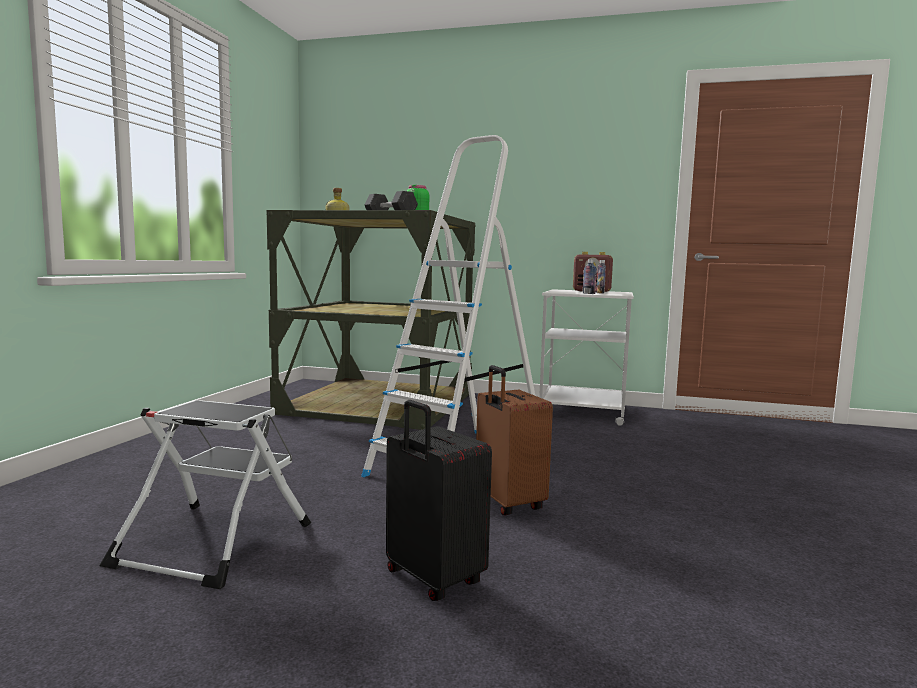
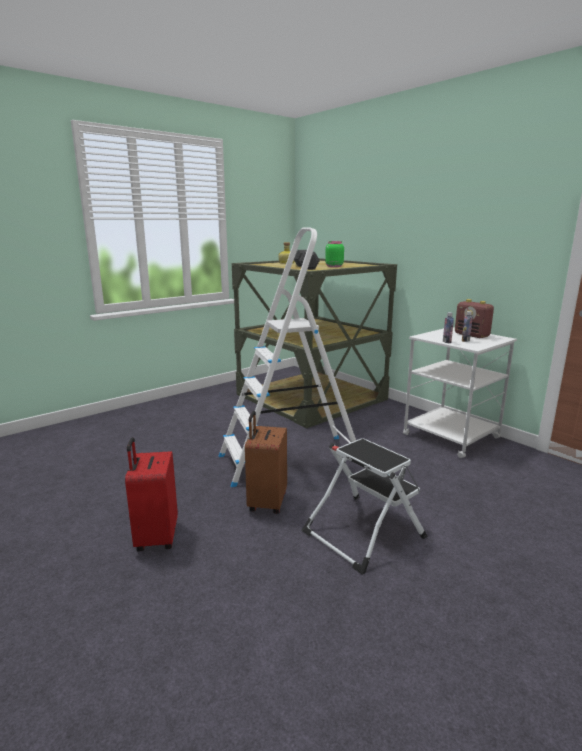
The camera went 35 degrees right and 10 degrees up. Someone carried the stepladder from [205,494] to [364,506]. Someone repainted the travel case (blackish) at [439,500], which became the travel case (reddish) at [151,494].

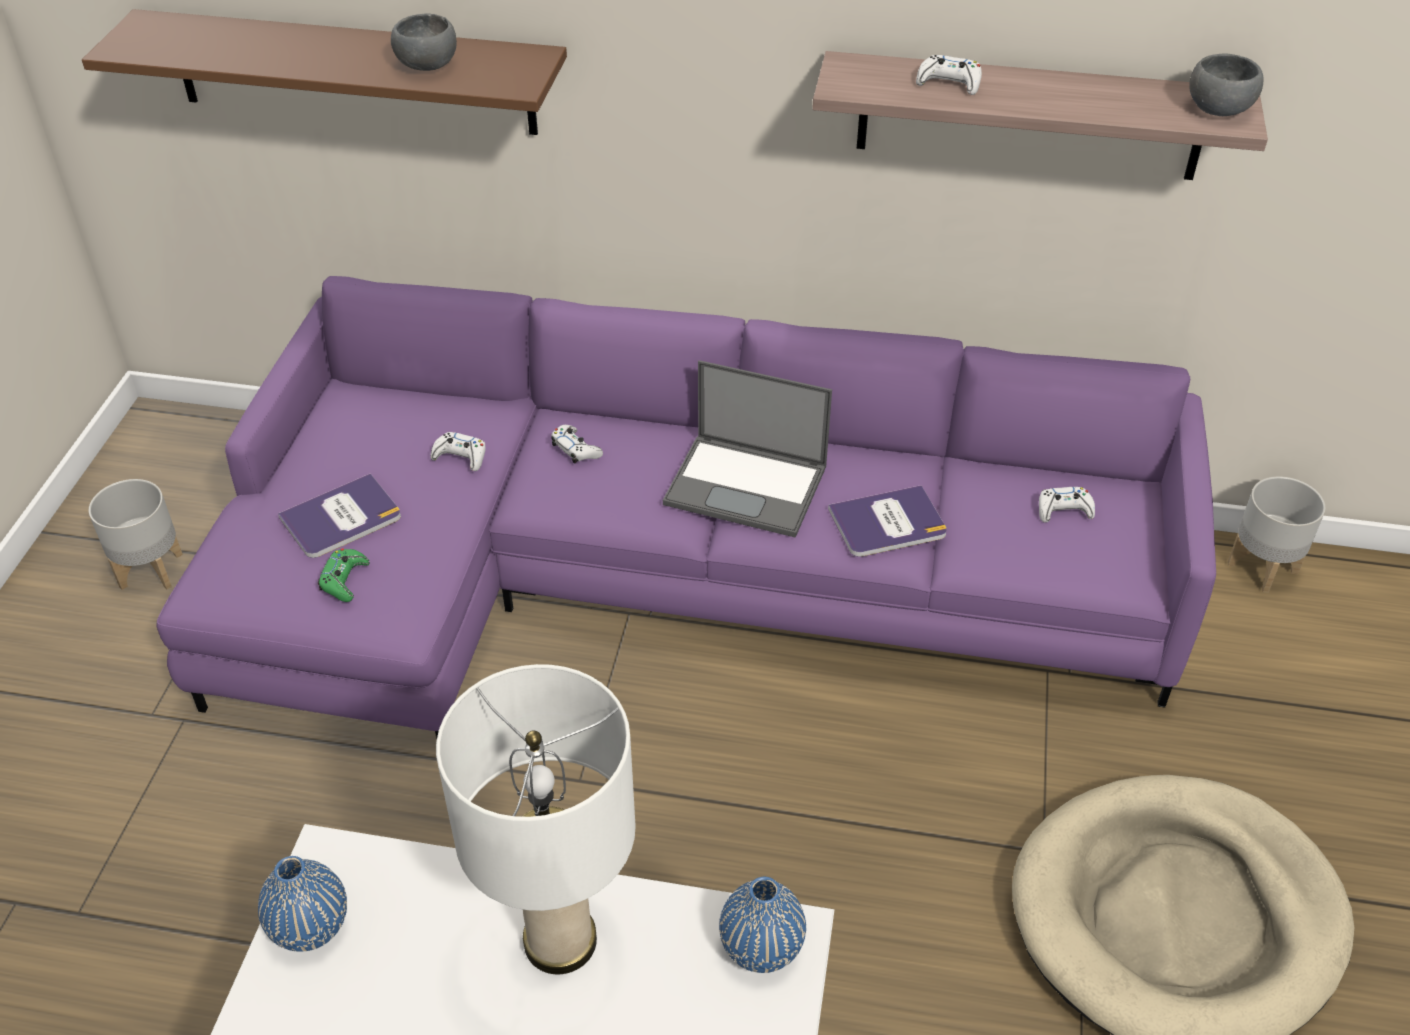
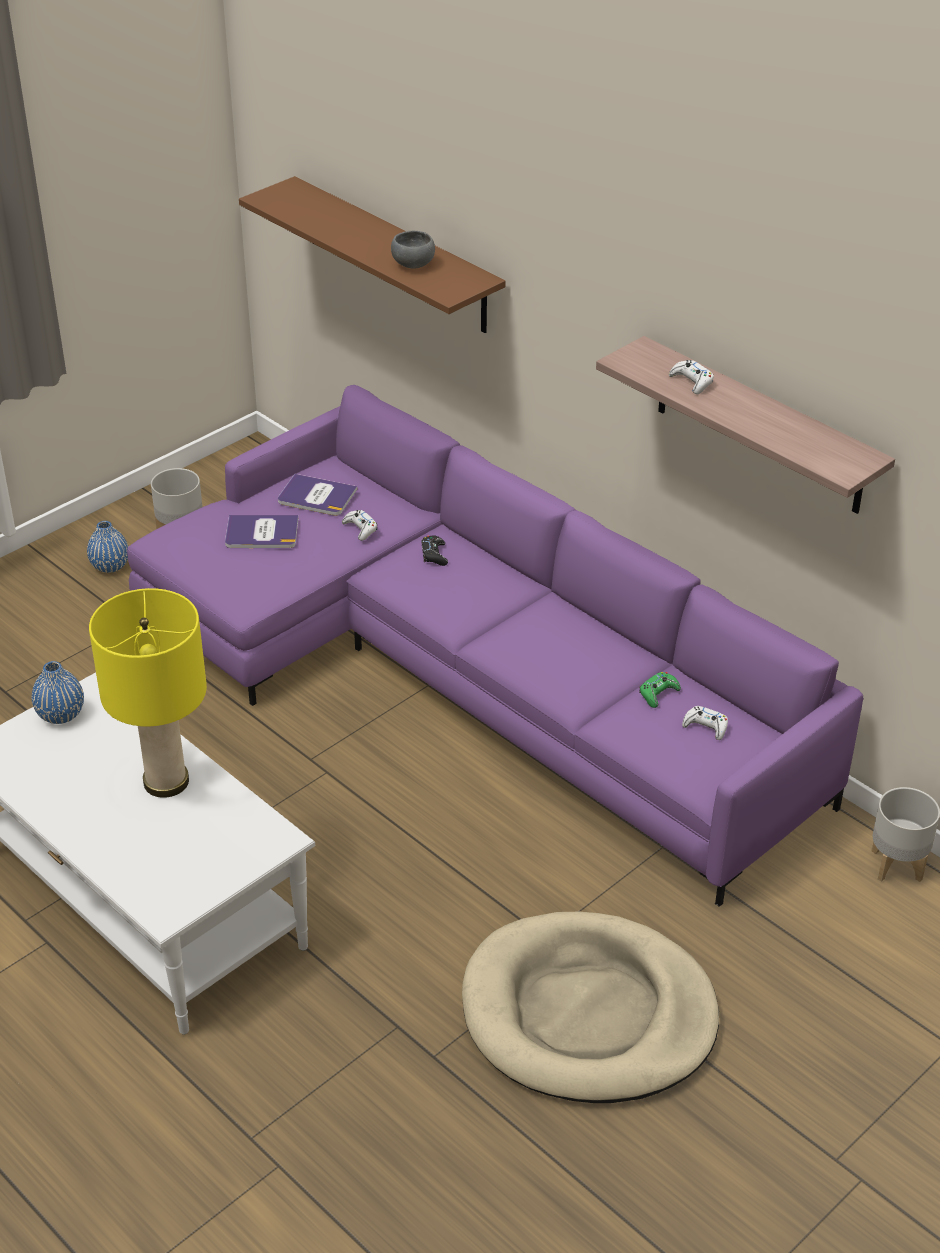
The camera went 35 degrees right and 5 degrees down. Someone carried the game controller (greenish) from [344,575] to [660,690]. Someone repainted the table lamp (white) at [536,819], which became the table lamp (yellowish) at [148,693]. Someone repainted the game controller (white) at [577,444], which became the game controller (blackish) at [434,550]. Someone took away the laptop at [747,449]. Someone carried the vase (blue-coloured) from [762,925] to [107,547]. Someone carried the bound book from [887,521] to [317,495]. Someone took away the serving bowl (gray) at [1226,85].

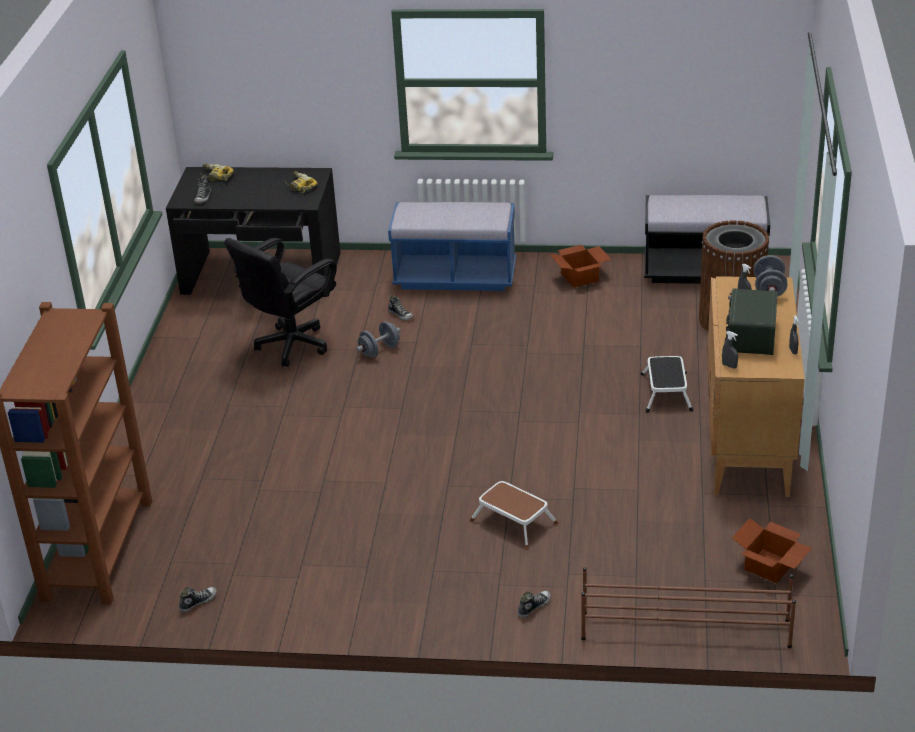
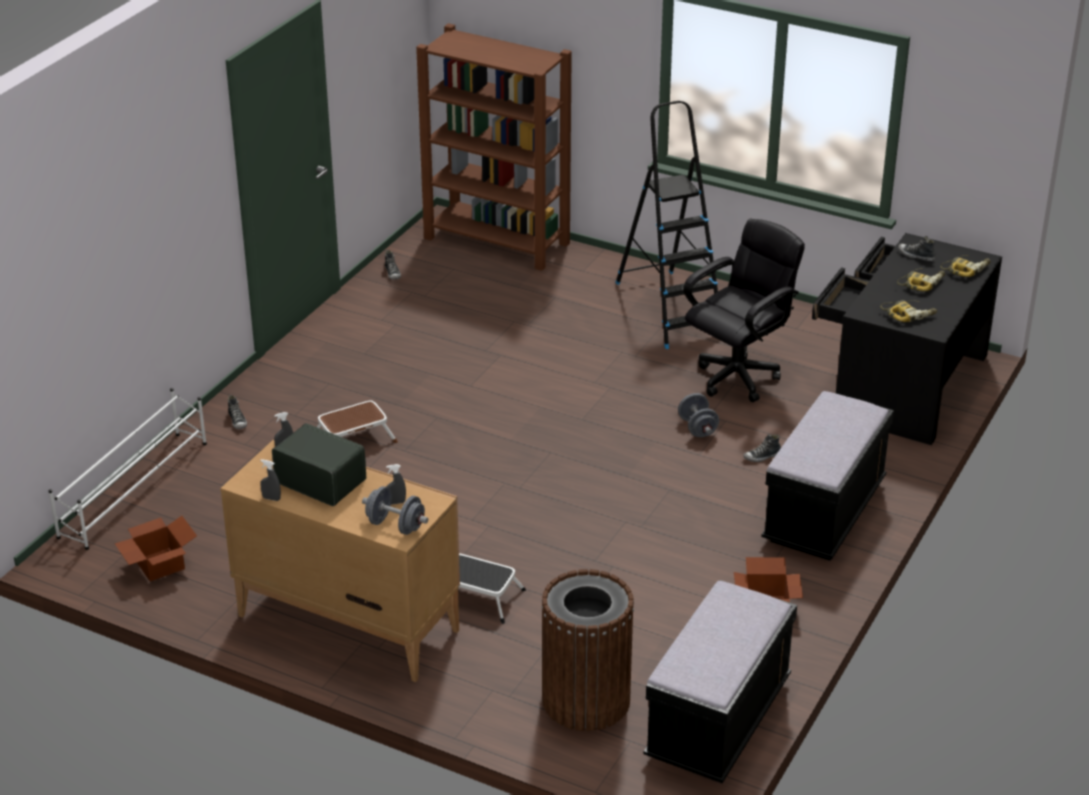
The camera went 110 degrees right and 0 degrees up. Someone rotated the computer chair (blackish) at [280,302] by 75 degrees clockwise. Someone repainted the long seat (blue-coloured) at [452,246], which became the long seat (blackish) at [827,476]. Someone repainted the shoe shelf (brown-coloured) at [688,607], which became the shoe shelf (white) at [127,469]. Someone put down the stepladder (blackish) at [667,225]. Someone put down the power drill at [921,279].

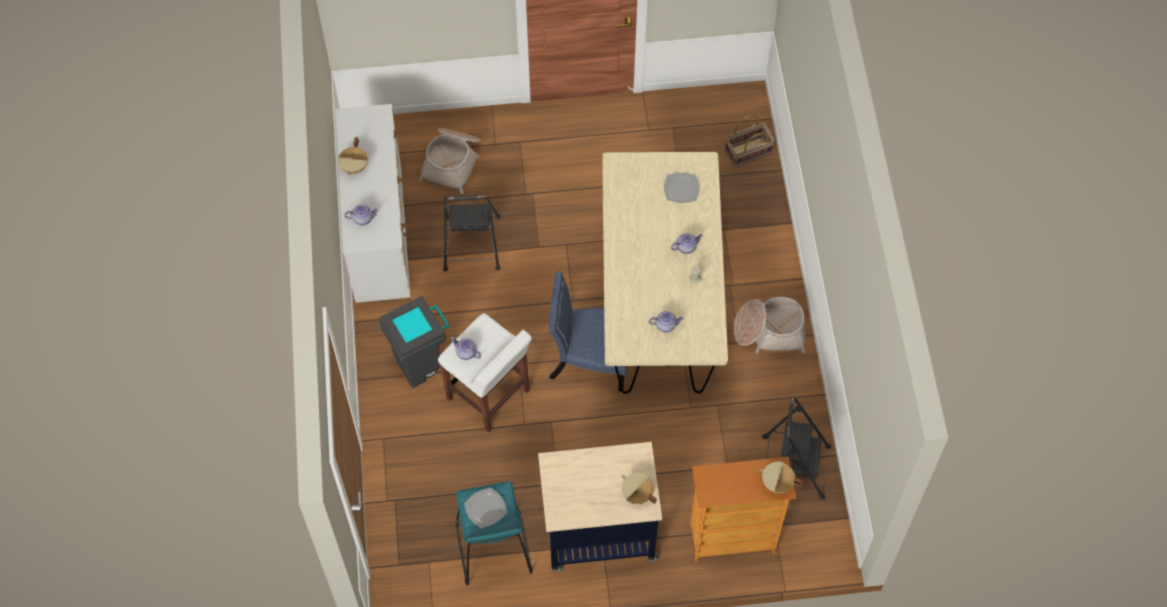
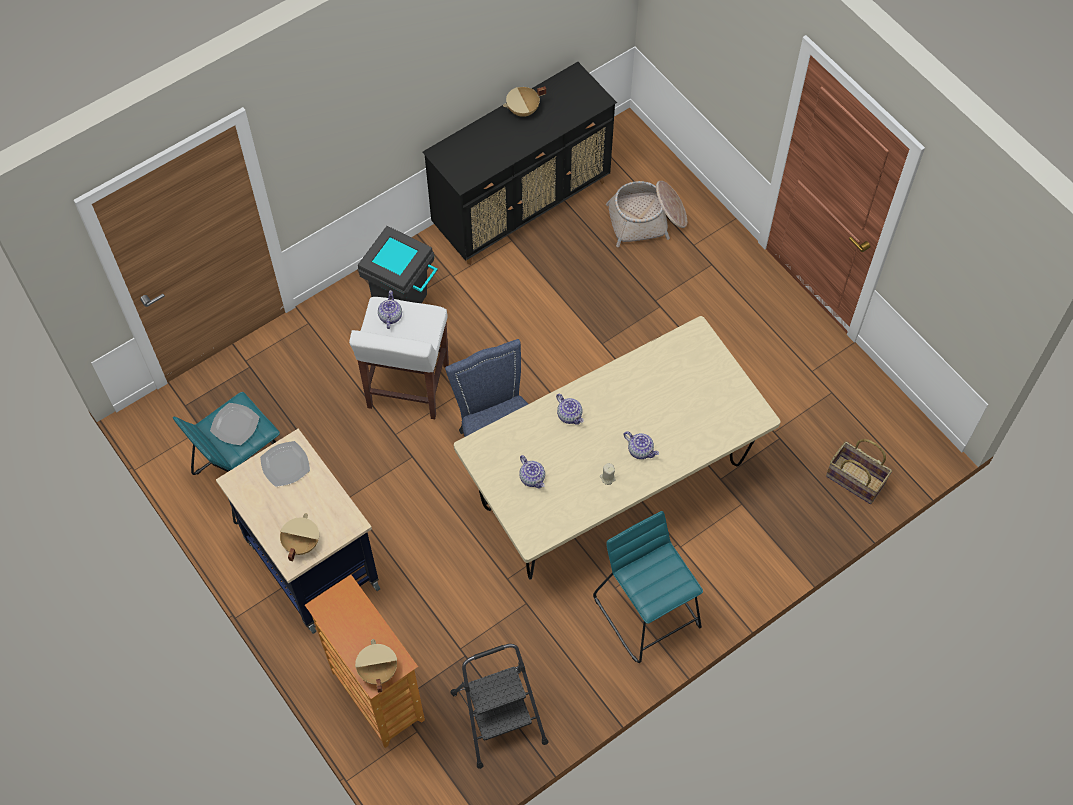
The camera went 60 degrees right and 0 degrees up. Someone repainted the cabinet (white) at [372,204], which became the cabinet (blackish) at [520,163]. Someone carried the teapot from [361,214] to [570,409]. Someone took away the stepladder (blackish) at [471,233]. Someone carried the flat dish from [682,188] to [285,464]. Someone swapped the household basket at [769,325] for the stool (turquoise) at [648,587].

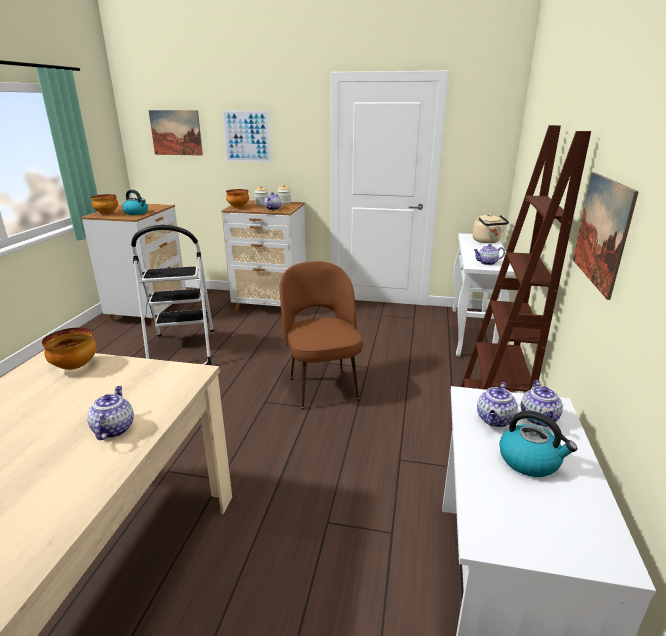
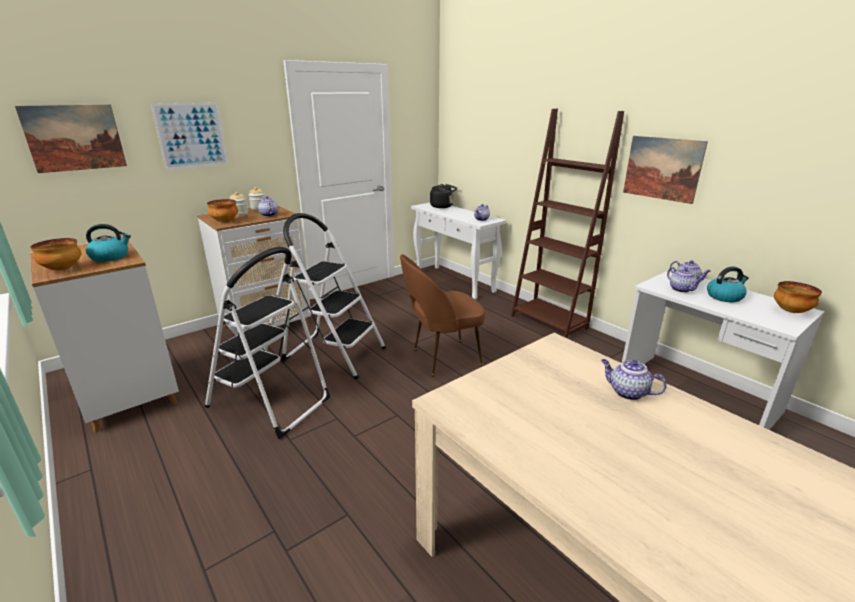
The camera went 50 degrees left and 0 degrees up. Someone carried the serving bowl from [69,348] to [798,297]. Someone rotated the plain chair (brown-coloured) at [321,335] by 45 degrees counterclockwise. Someone repainted the water kettle (sand-coloured) at [490,228], which became the water kettle (blackish) at [443,196]. Someone put down the stepladder at [333,296].

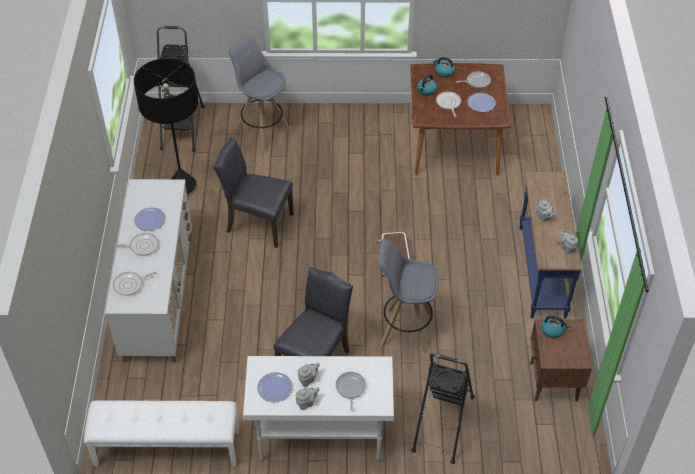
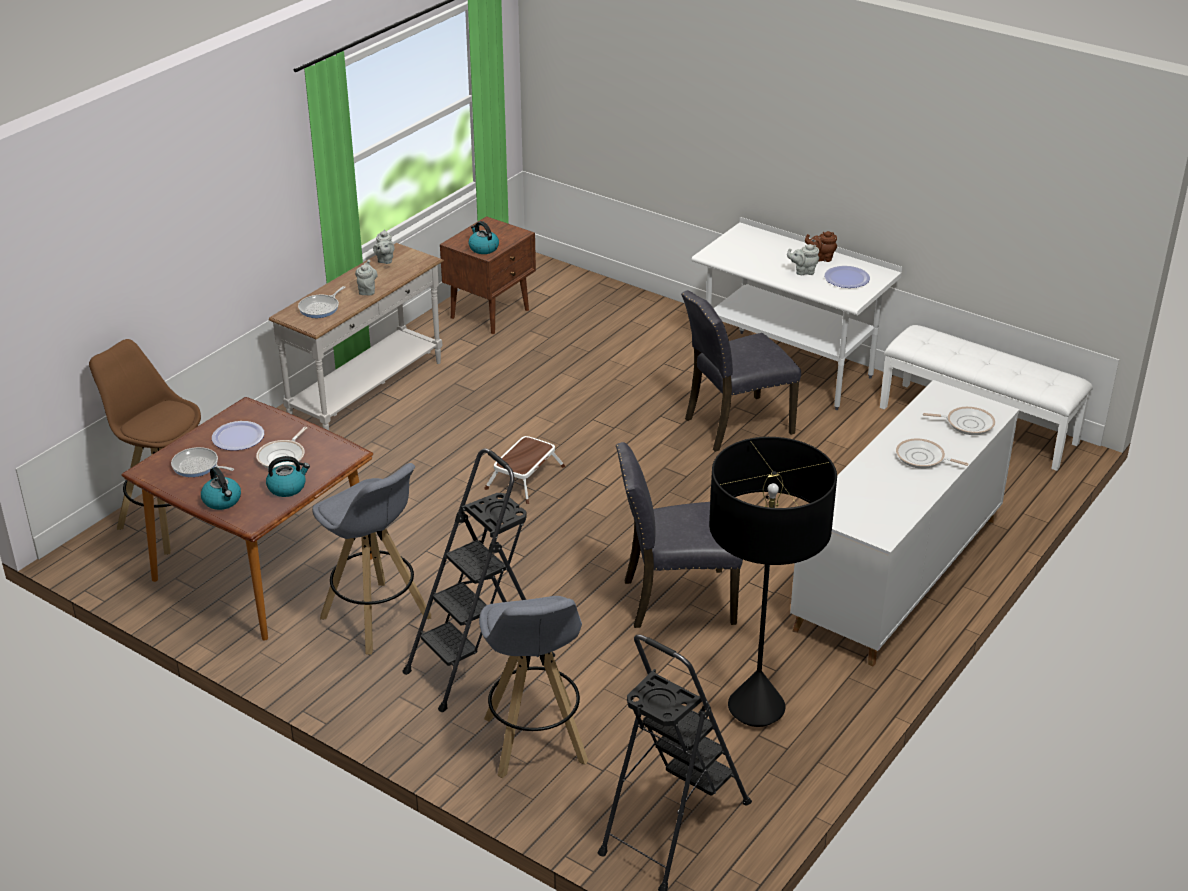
The camera went 145 degrees left and 15 degrees down. Someone took away the flat dish at [150,219]. Someone rotated the plain chair (gray) at [253,192] by 120 degrees clockwise. Someone repainted the teapot (gray) at [307,398], which became the teapot (brown-coloured) at [821,246]. Someone carried the skillet from [351,391] to [322,302]. Someone carried the stool (gray) from [408,296] to [371,559]. Someone carried the stepladder from [443,409] to [478,580]. Someone repainted the narrow table (blue-coloured) at [551,245], which became the narrow table (white) at [356,337]. Someone put down the stool (brown-coloured) at [145,447].

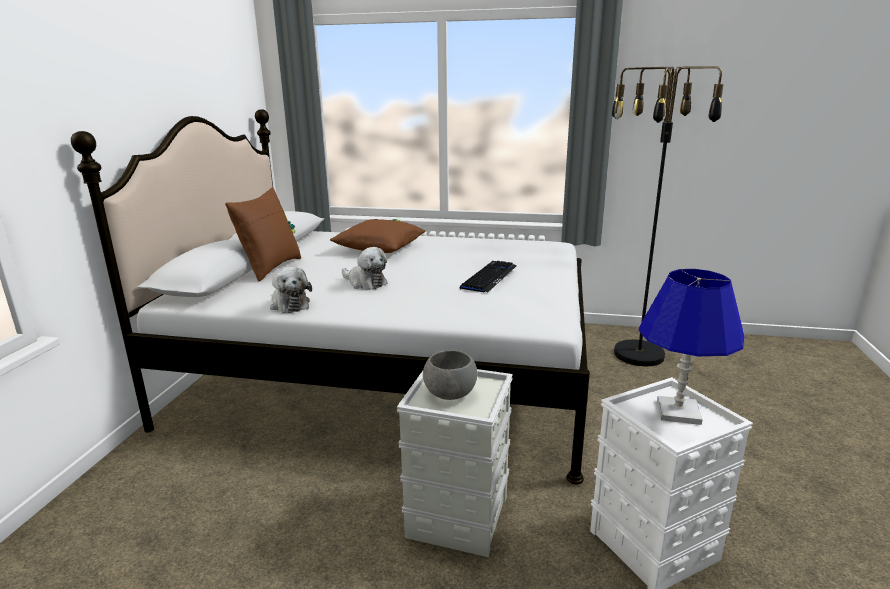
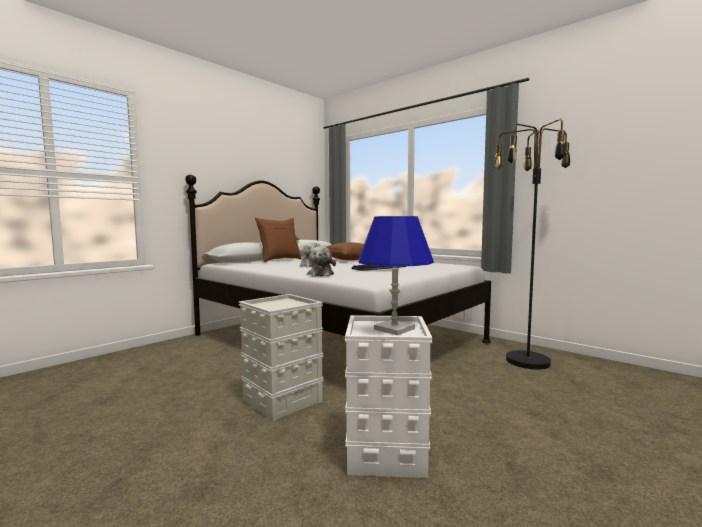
The camera went 30 degrees right and 15 degrees down. Someone carried the soft toy from [291,290] to [322,261]. Someone took away the serving bowl (gray) at [450,375].

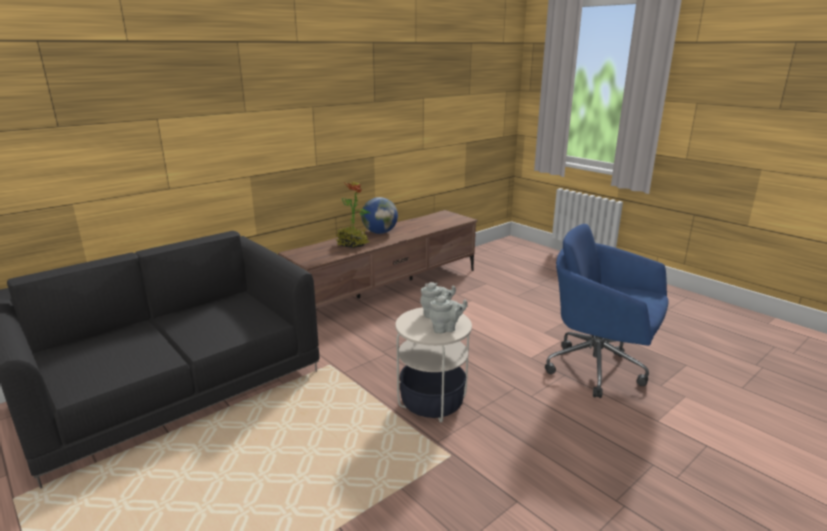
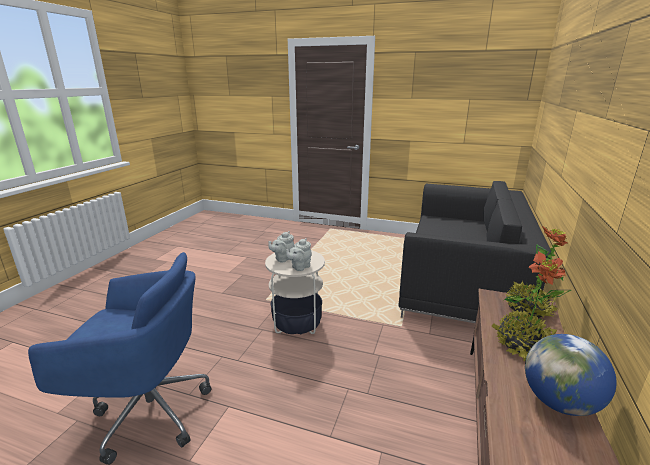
The camera went 150 degrees right and 0 degrees up. Someone put down the houseplant at [536,272].

